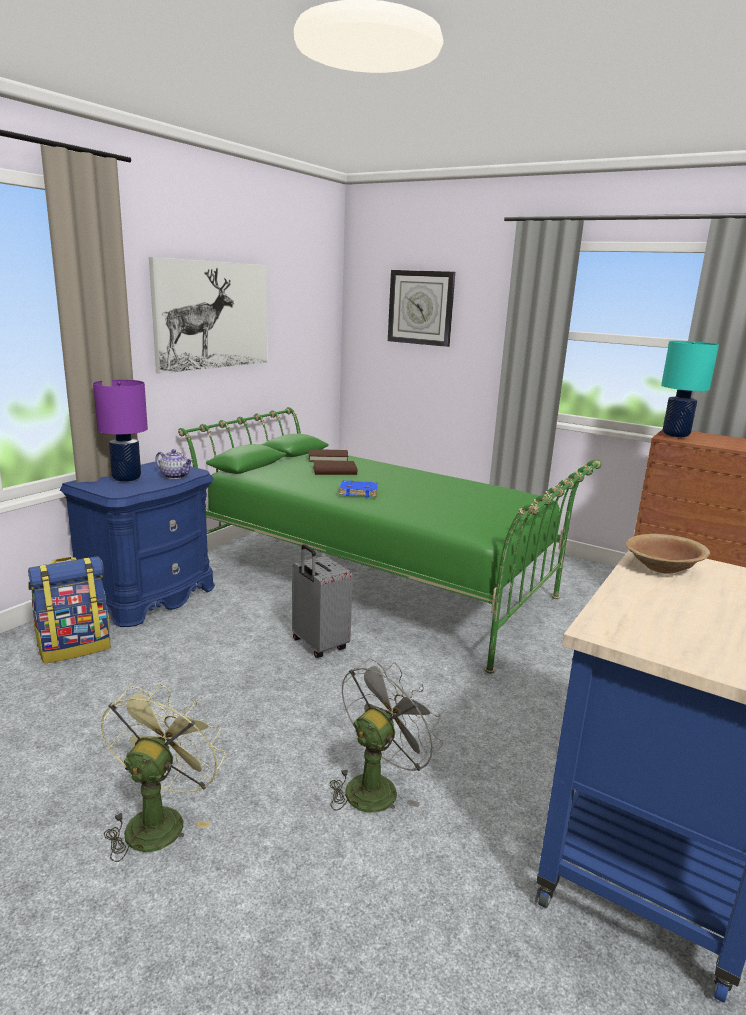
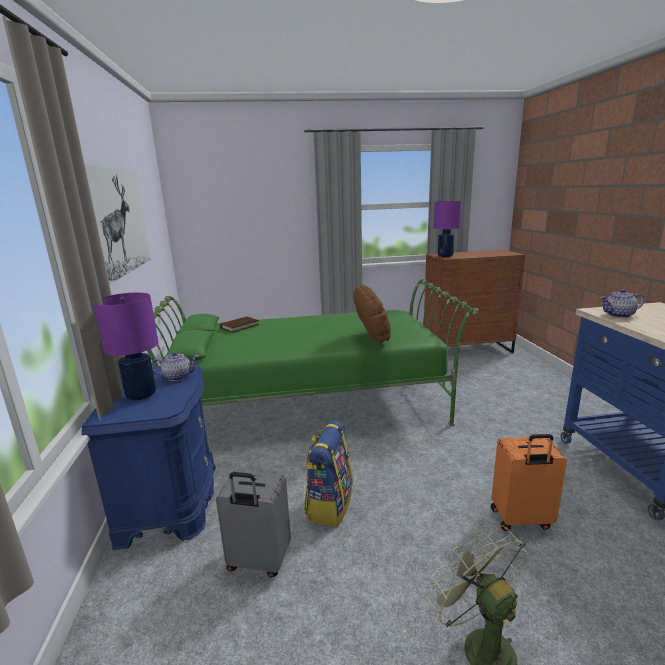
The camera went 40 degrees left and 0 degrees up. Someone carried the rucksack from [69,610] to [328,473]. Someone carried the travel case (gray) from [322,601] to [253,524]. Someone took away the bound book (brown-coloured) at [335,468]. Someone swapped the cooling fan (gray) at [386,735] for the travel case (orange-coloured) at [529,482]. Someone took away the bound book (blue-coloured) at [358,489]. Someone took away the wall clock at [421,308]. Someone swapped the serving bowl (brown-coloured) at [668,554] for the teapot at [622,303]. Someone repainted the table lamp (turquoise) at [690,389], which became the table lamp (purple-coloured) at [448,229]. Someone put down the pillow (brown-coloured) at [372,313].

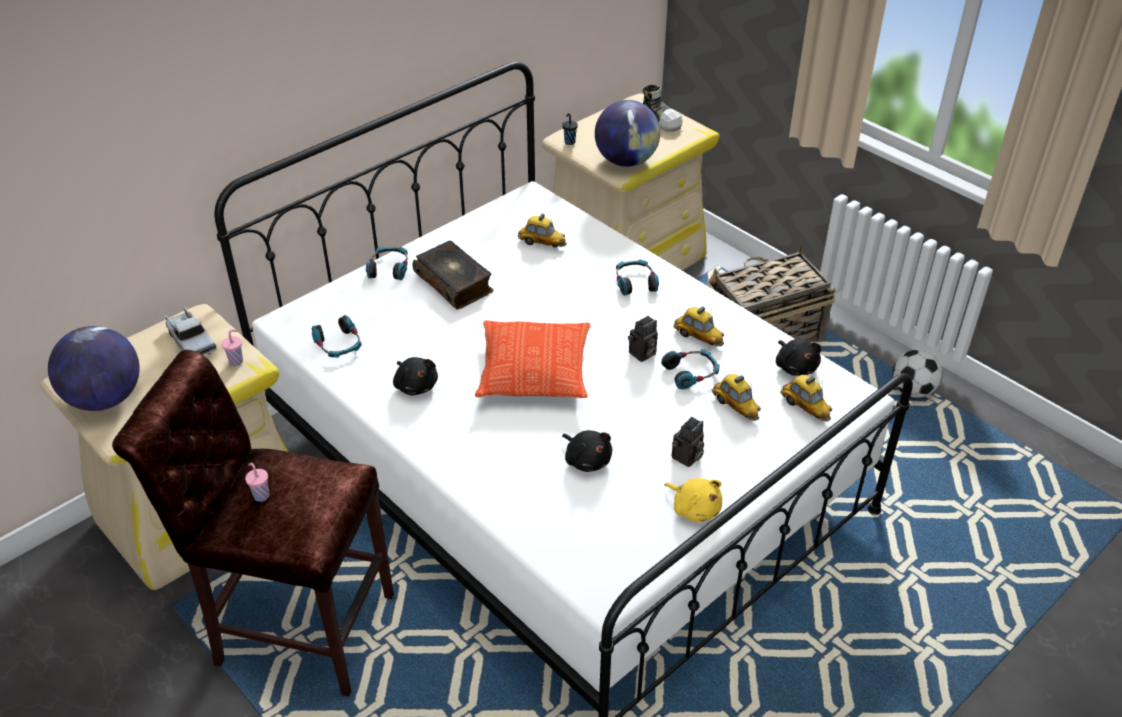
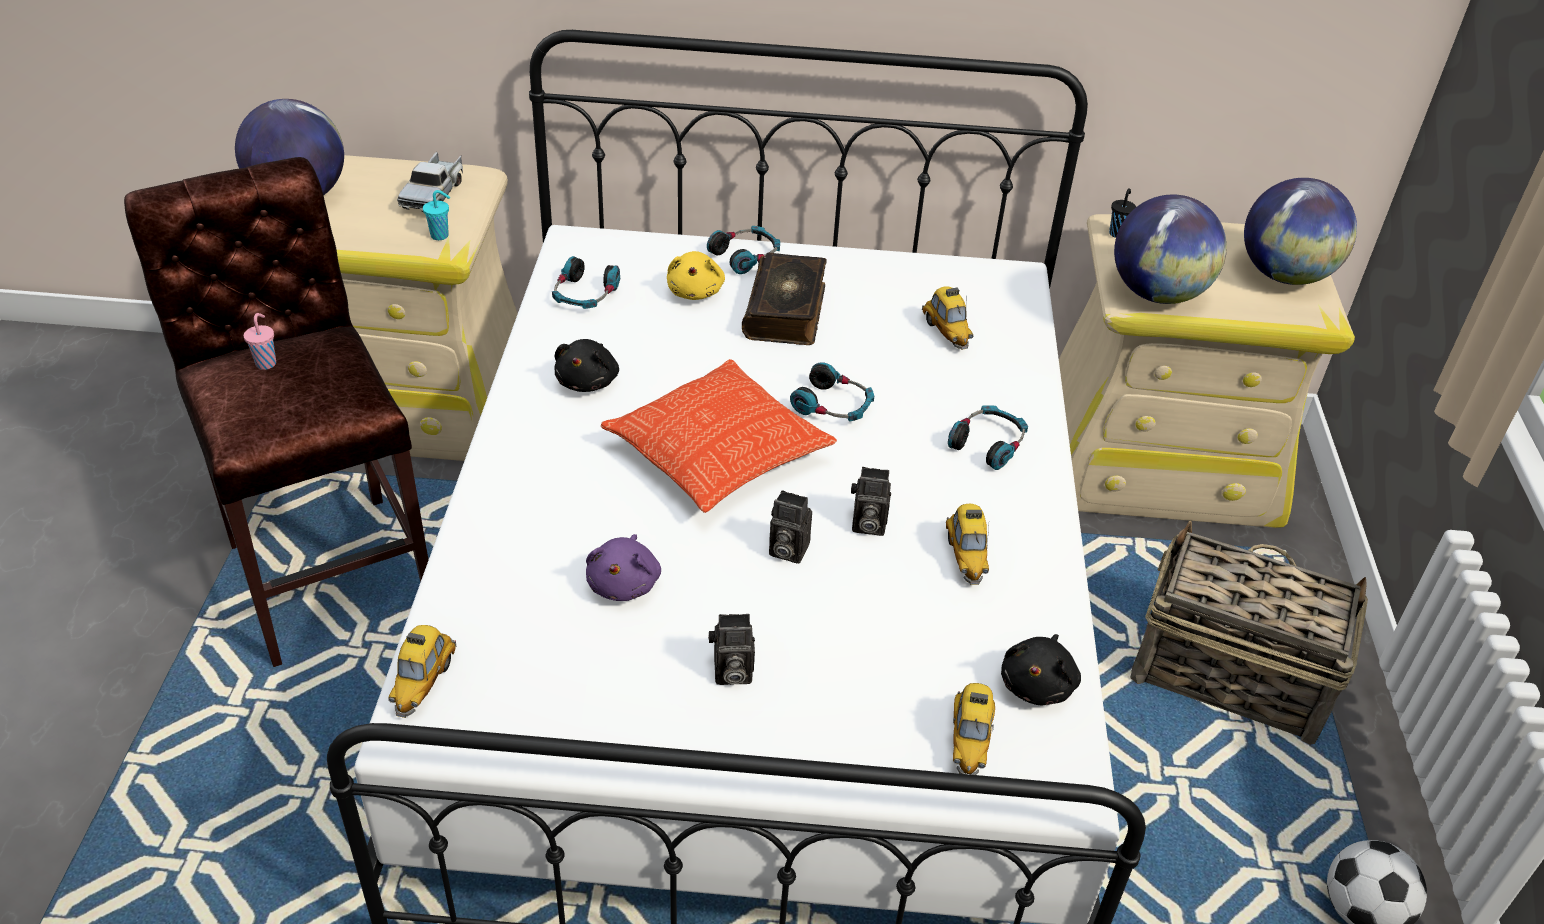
The camera went 45 degrees right and 0 degrees up. Someone repainted the drinking cup (pinkish) at [232,347], which became the drinking cup (turquoise) at [436,215]. Someone repainted the soft toy (blackish) at [587,451], which became the soft toy (purple-coloured) at [623,567]. Someone swapped the shoe at [663,108] for the globe at [1300,231]. Someone carried the headset from [690,369] to [832,392]. Someone carried the soft toy (yellowish) from [693,500] to [696,275]. Someone carried the miniature car from [736,397] to [422,671]. Someone put down the still camera at [790,527].

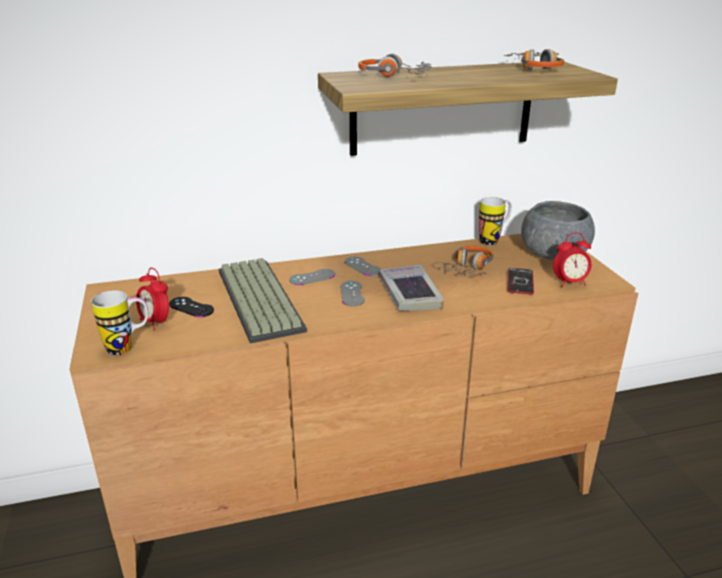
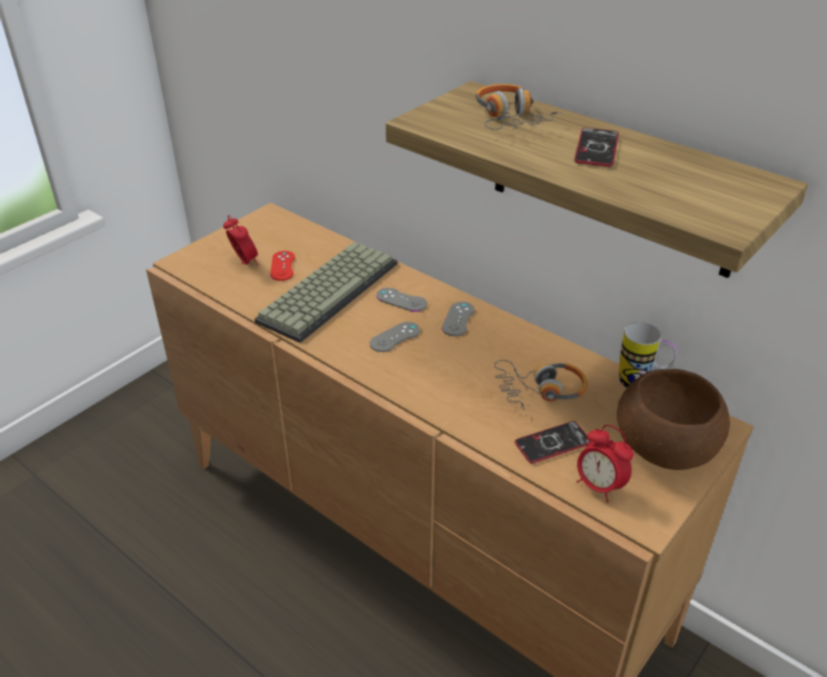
The camera went 55 degrees right and 10 degrees up. Someone took away the tea mug at [119,322]. Someone rotated the bedside clock at [152,299] by 135 degrees clockwise. Someone repainted the game controller (blackish) at [191,307], which became the game controller (reddish) at [282,266]. Someone took away the bound book at [411,288]. Someone took away the headset at [534,59]. Someone repainted the serving bowl (gray) at [558,230], which became the serving bowl (brown-coloured) at [673,419]. Someone put down the handset at [596,147].

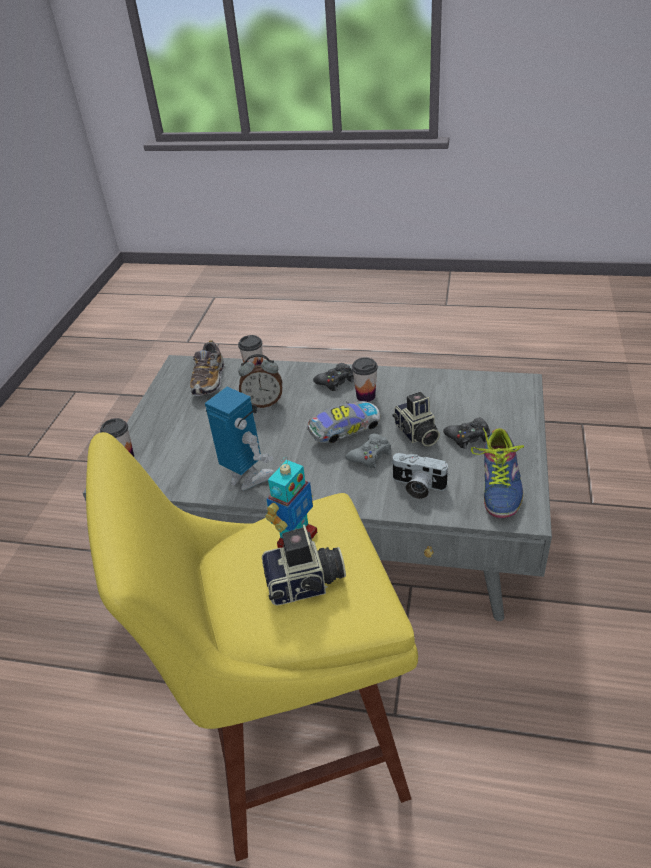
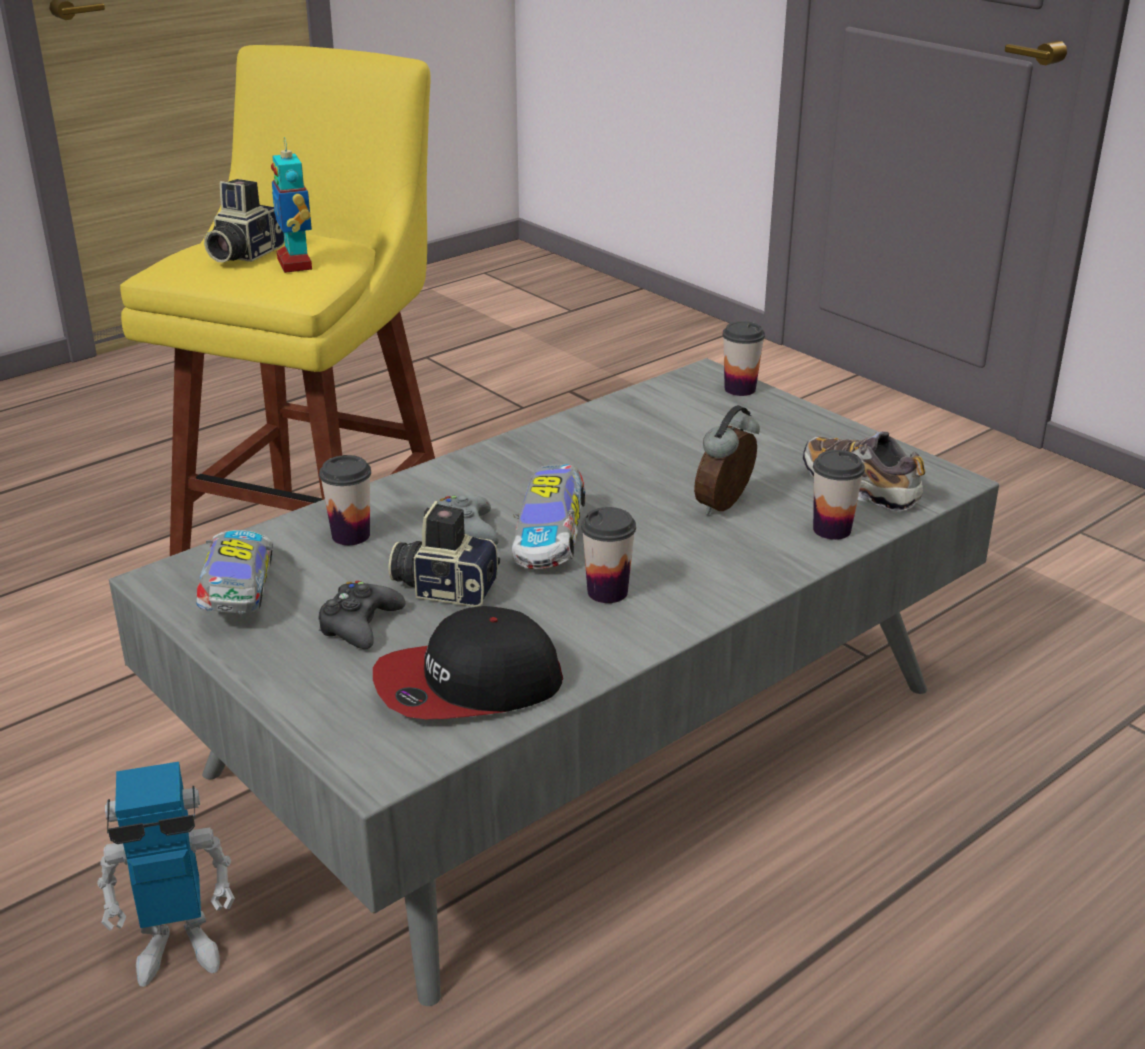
The camera went 125 degrees right and 10 degrees down. Someone carried the robot figure from [240,438] to [166,874]. Someone took away the game controller (blackish) at [333,377]. Someone swapped the still camera at [420,476] for the drinking cup at [345,500]. Someone swapped the shoe at [497,473] for the miniature car at [234,572]. Someone put down the peaked cap at [468,662].

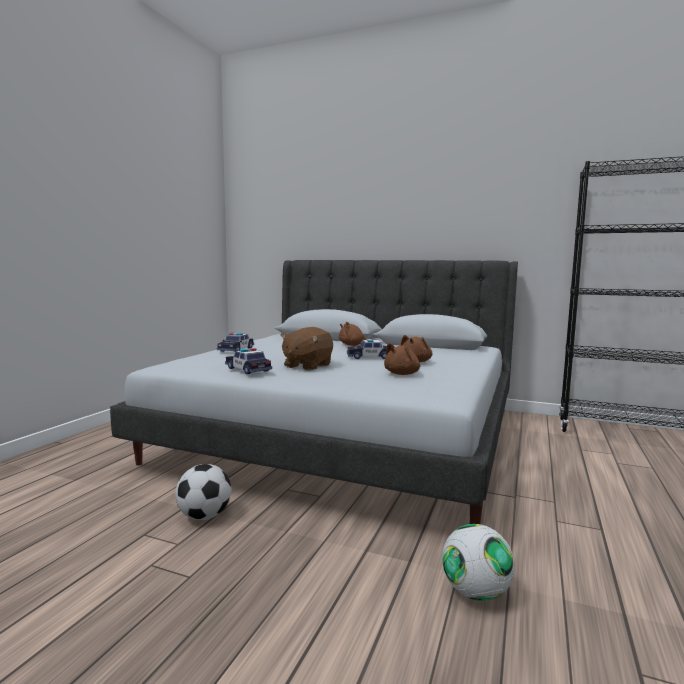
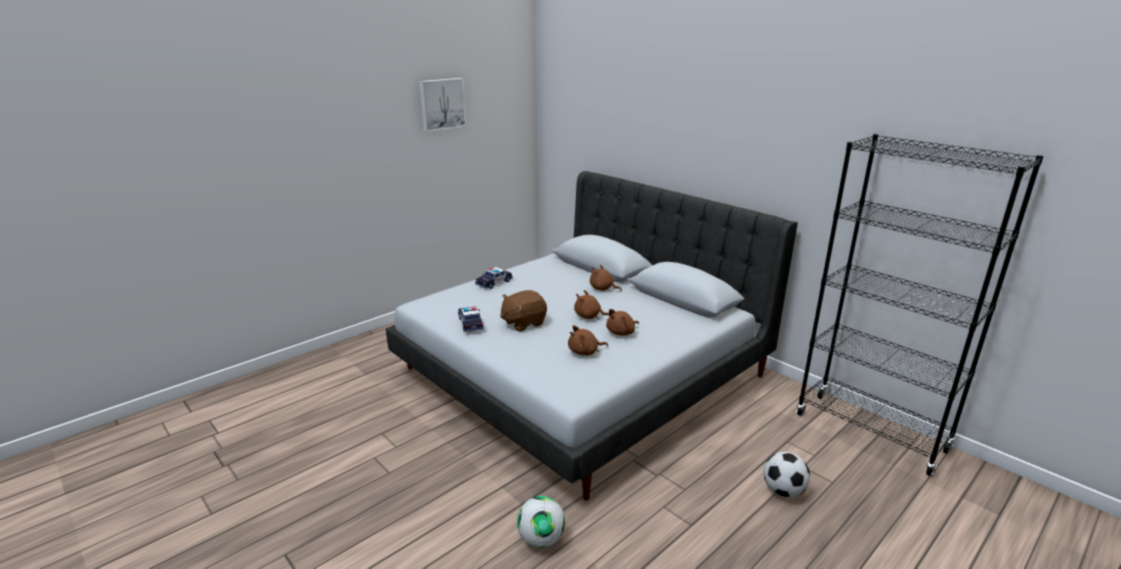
The camera went 25 degrees right and 15 degrees up. Someone carried the football from [203,492] to [787,474]. Someone swapped the miniature car at [367,349] for the soft toy (brown-coloured) at [591,304]. Someone put up the wall picture at [442,105].

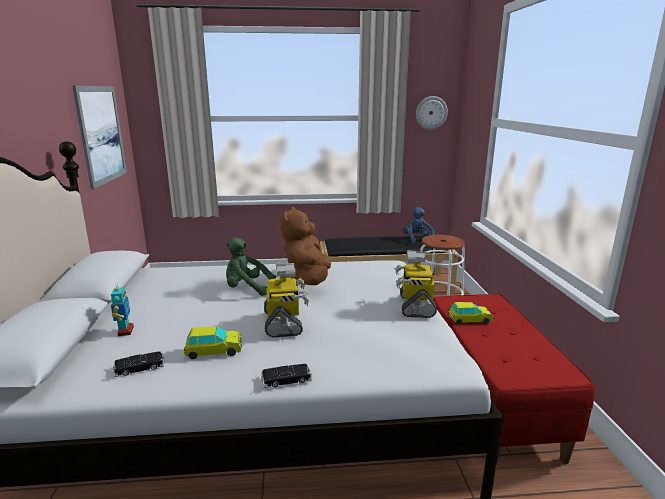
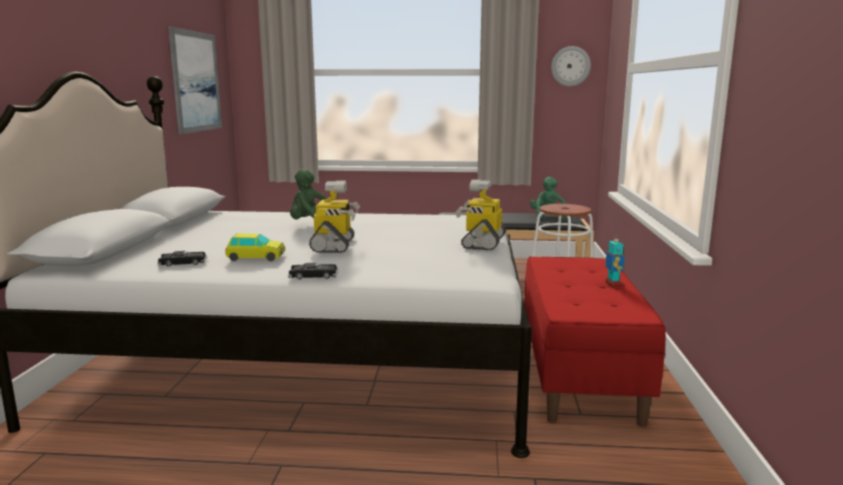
The camera went 10 degrees right and 5 degrees down. Someone carried the robot figure from [122,310] to [614,261]. Someone took away the soft toy (brown-coloured) at [306,246]. Someone repainted the soft toy (blue-coloured) at [419,225], which became the soft toy (greenish) at [548,198]. Someone took away the miniature car at [470,313].

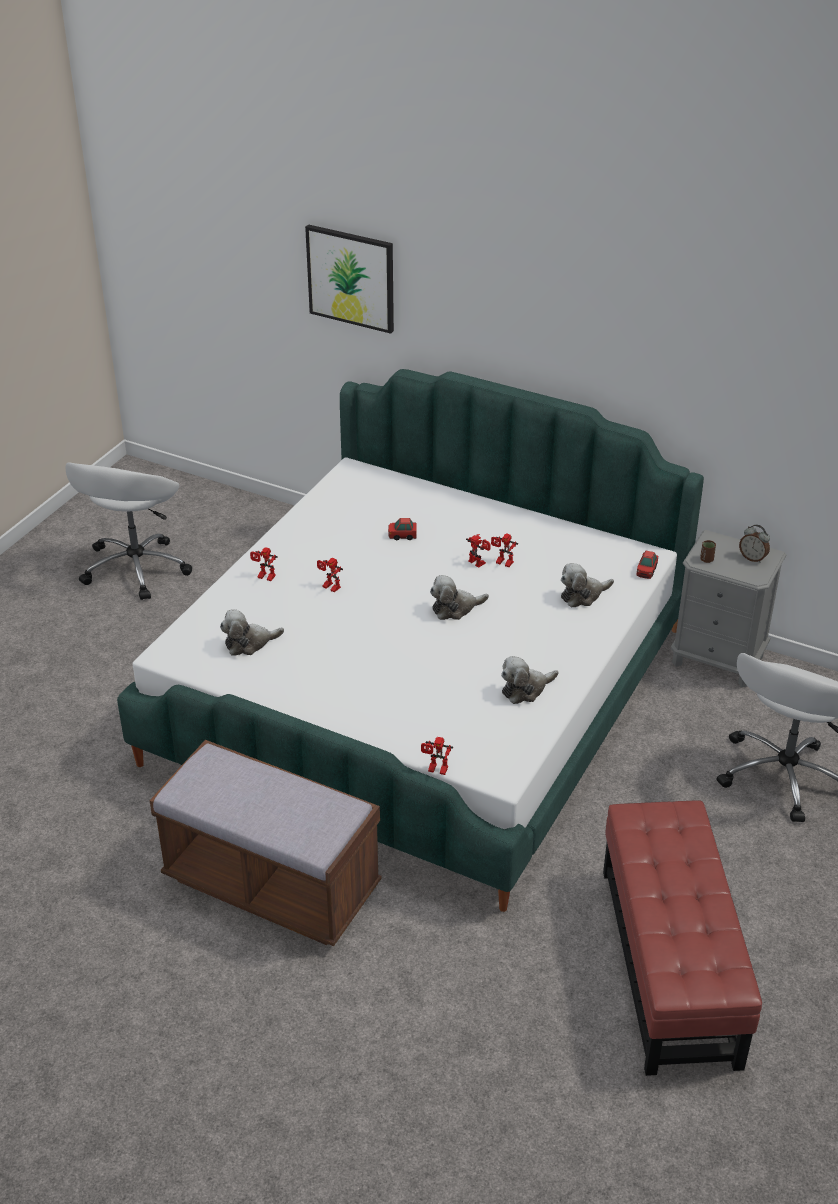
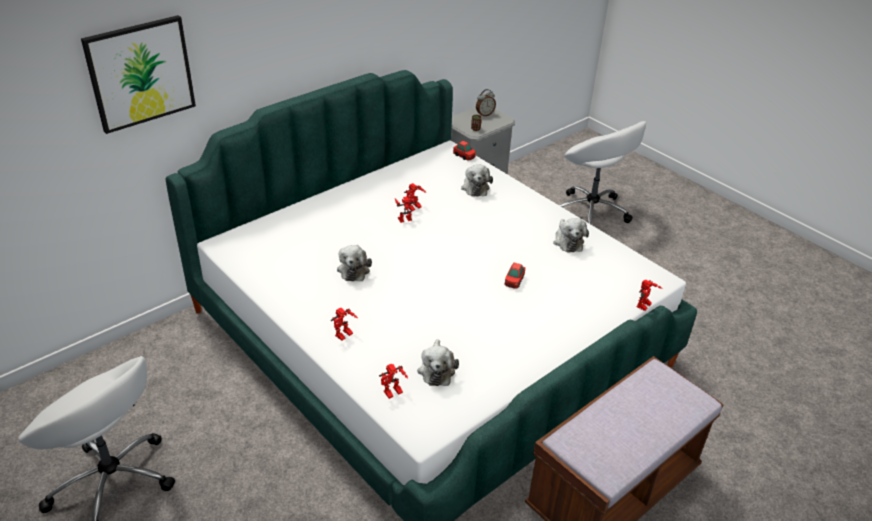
The camera went 70 degrees left and 0 degrees up. Someone carried the robot figure from [330,575] to [393,381]. Someone carried the miniature car from [402,529] to [515,276]. Someone carried the soft toy from [459,597] to [354,263]. Someone took away the footrest (reddish) at [682,938].

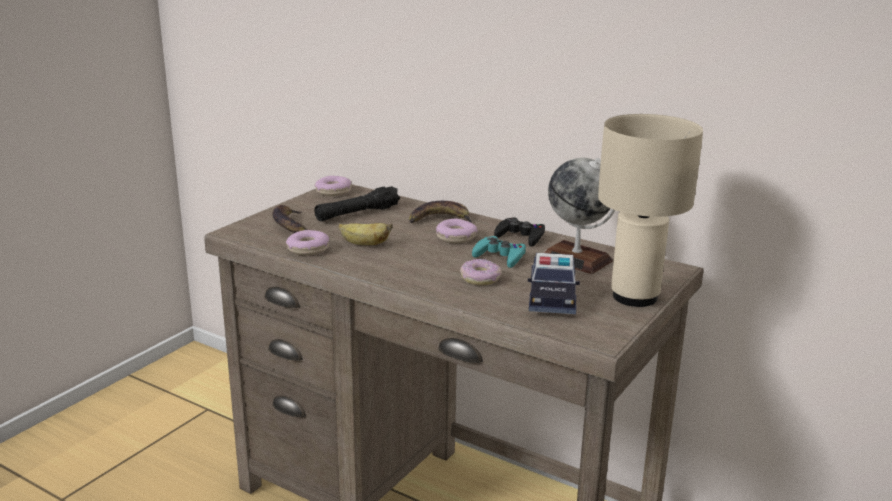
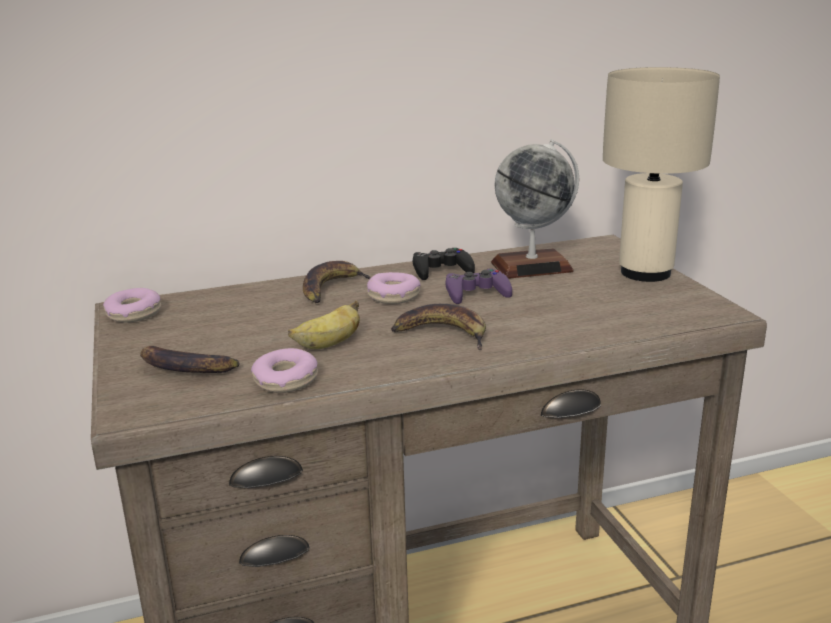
The camera went 50 degrees left and 0 degrees up. Someone took away the flashlight (blackish) at [357,203]. Someone took away the ring doughnut at [480,272]. Someone repainted the game controller (turquoise) at [499,252], which became the game controller (purple-coloured) at [479,286]. Someone took away the miniature car at [554,283]. Someone put down the banana fruit at [438,327].

